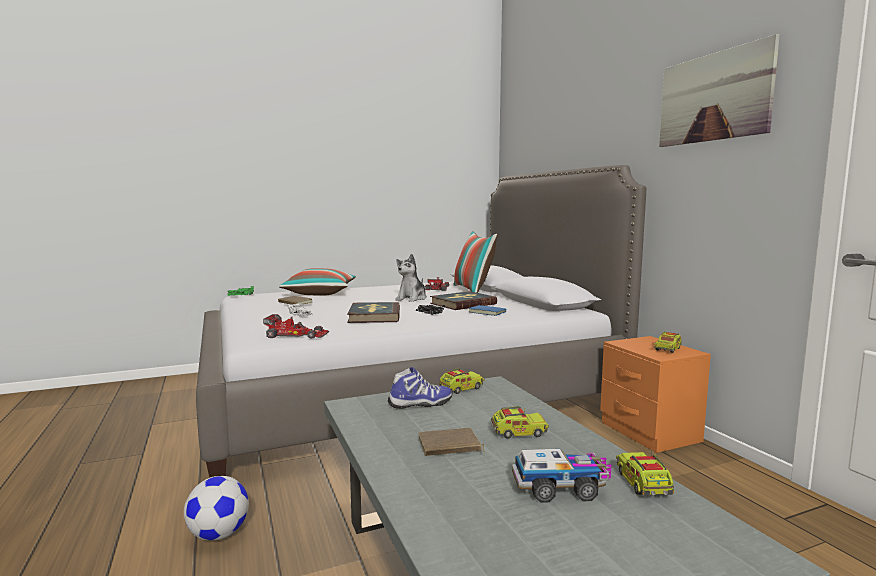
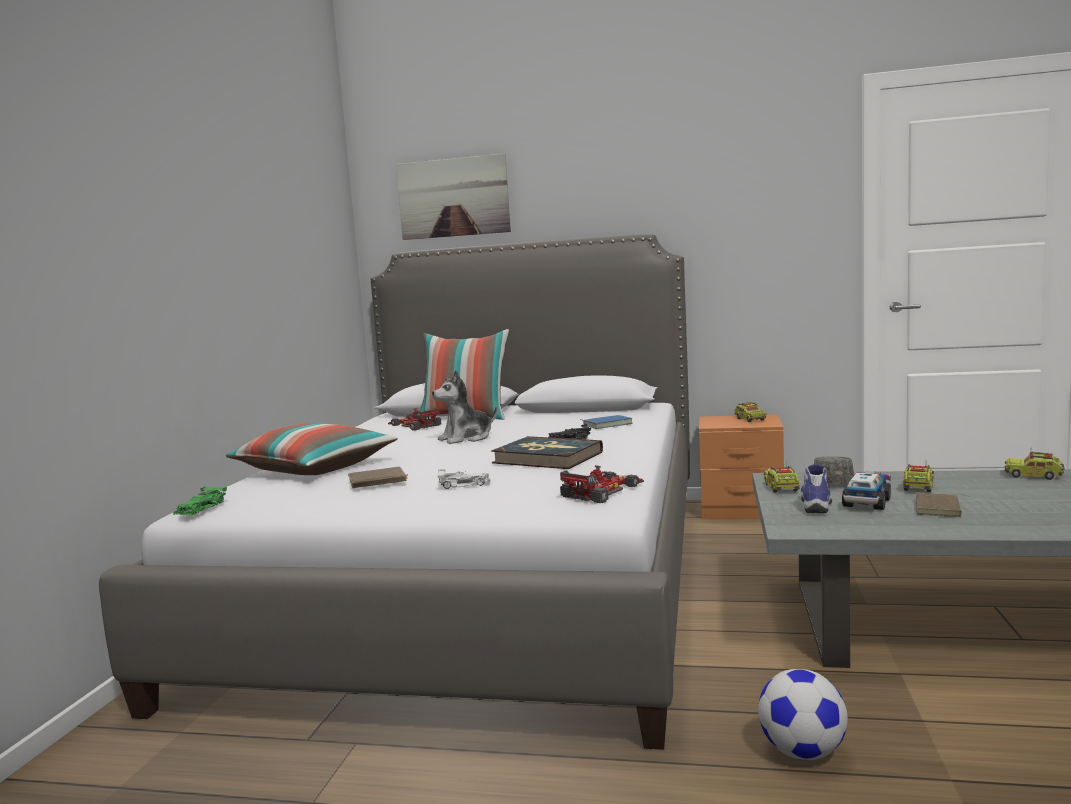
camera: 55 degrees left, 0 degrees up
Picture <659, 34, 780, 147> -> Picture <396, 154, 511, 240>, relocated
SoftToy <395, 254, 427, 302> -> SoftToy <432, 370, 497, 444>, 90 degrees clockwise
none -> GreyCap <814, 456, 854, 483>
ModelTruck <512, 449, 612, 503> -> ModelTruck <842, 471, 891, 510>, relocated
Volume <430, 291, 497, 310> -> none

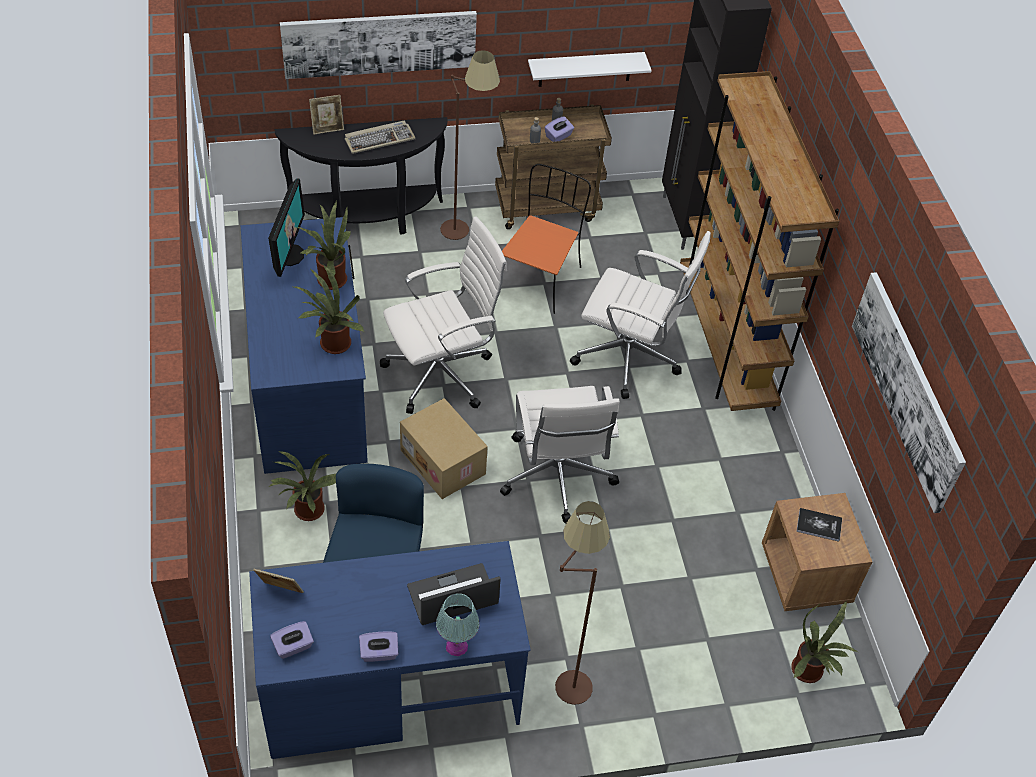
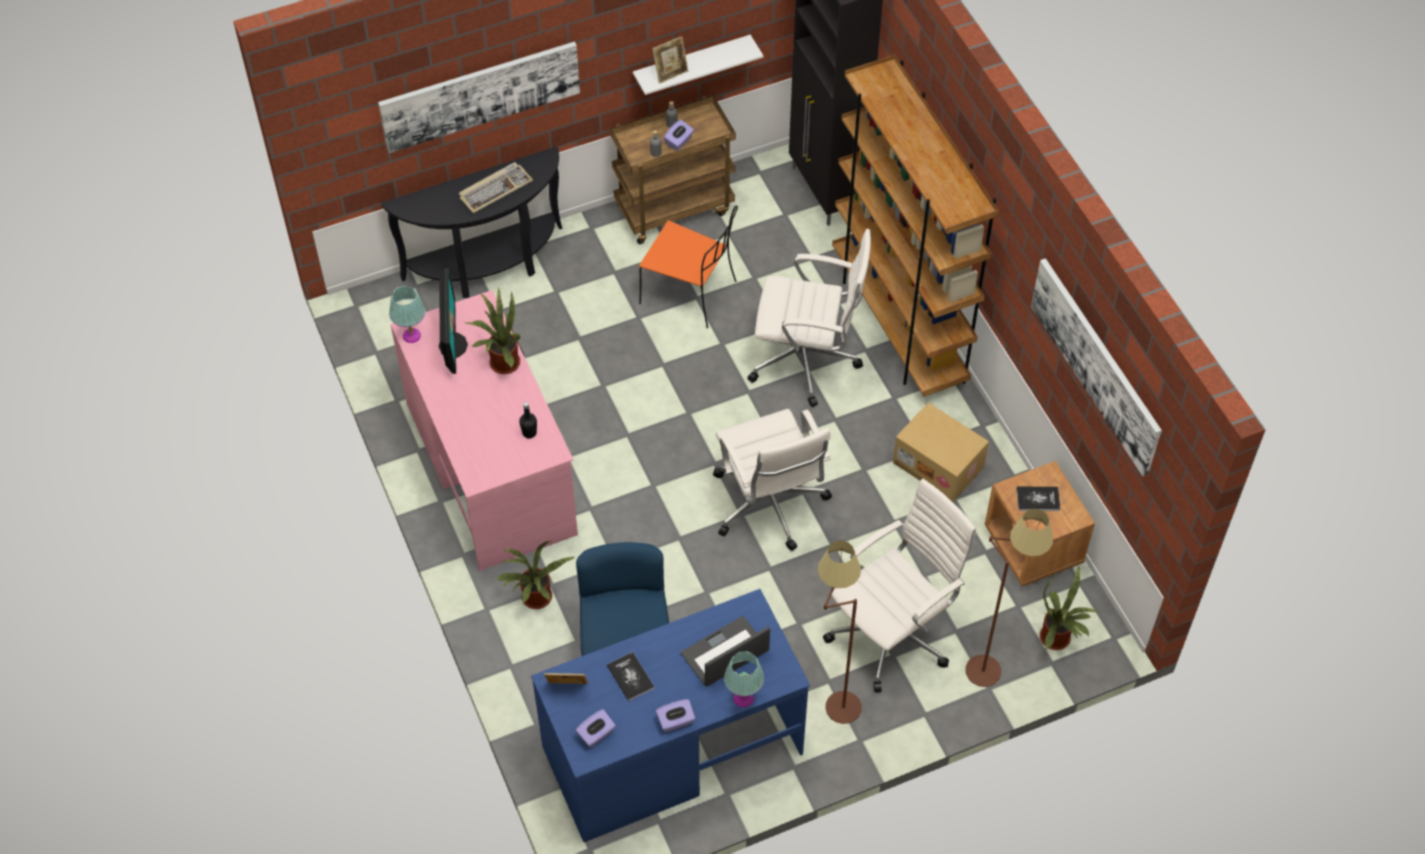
camera: 10 degrees left, 5 degrees up
none -> BlueGreenLampForATable <389, 286, 425, 343>
BluishDesk <241, 217, 368, 474> -> PinkishDesk <390, 290, 578, 571>
PottedPlant <294, 265, 364, 354> -> BlackishDrinkBottle <519, 402, 537, 439>
none -> Volume <607, 652, 655, 701>
OrangeUprightChair <502, 164, 591, 314> -> OrangeUprightChair <639, 205, 738, 328>, 105 degrees clockwise
StandingFrame <309, 95, 344, 135> -> StandingFrame <652, 36, 688, 84>, relocated
WhitishOfficeChair <380, 216, 507, 414> -> WhitishOfficeChair <823, 479, 976, 693>, relocated
CardboardBox <400, 398, 488, 499> -> CardboardBox <893, 403, 989, 502>, relocated
BrownColouredFloorLamp <440, 50, 500, 240> -> BrownColouredFloorLamp <965, 509, 1053, 687>, relocated

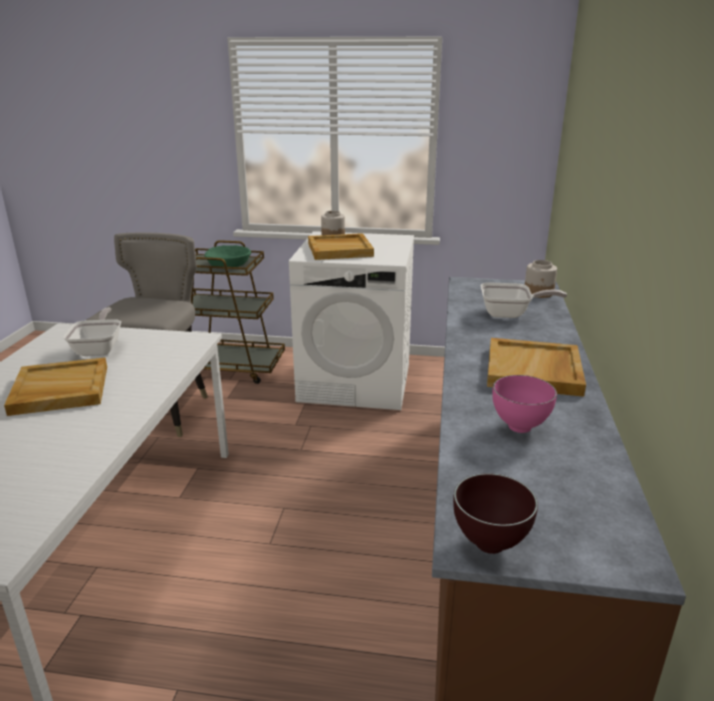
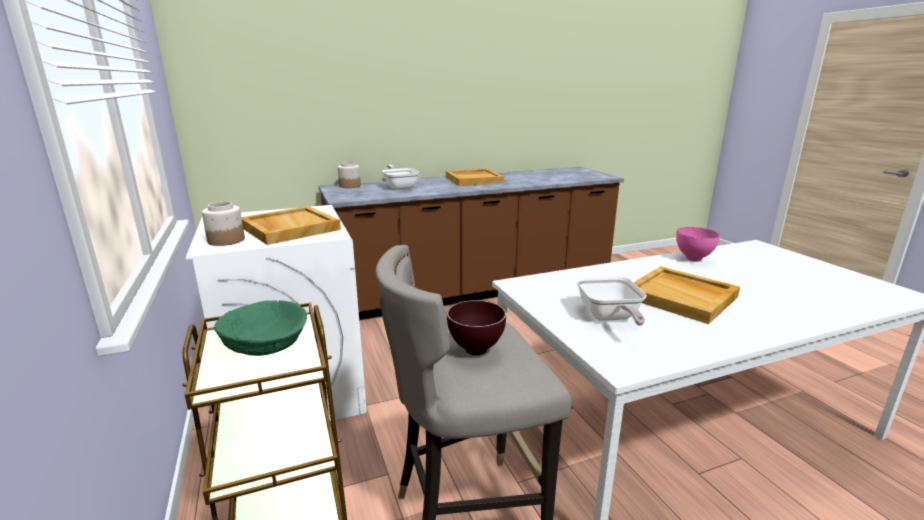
camera: 120 degrees left, 5 degrees down
BrownColouredDeepDish <453, 473, 538, 554> -> BrownColouredDeepDish <447, 300, 506, 355>, relocated
FryingPan <63, 308, 121, 356> -> FryingPan <576, 276, 647, 326>, 60 degrees counterclockwise
PinkishDeepDish <492, 375, 557, 433> -> PinkishDeepDish <676, 227, 720, 262>, relocated

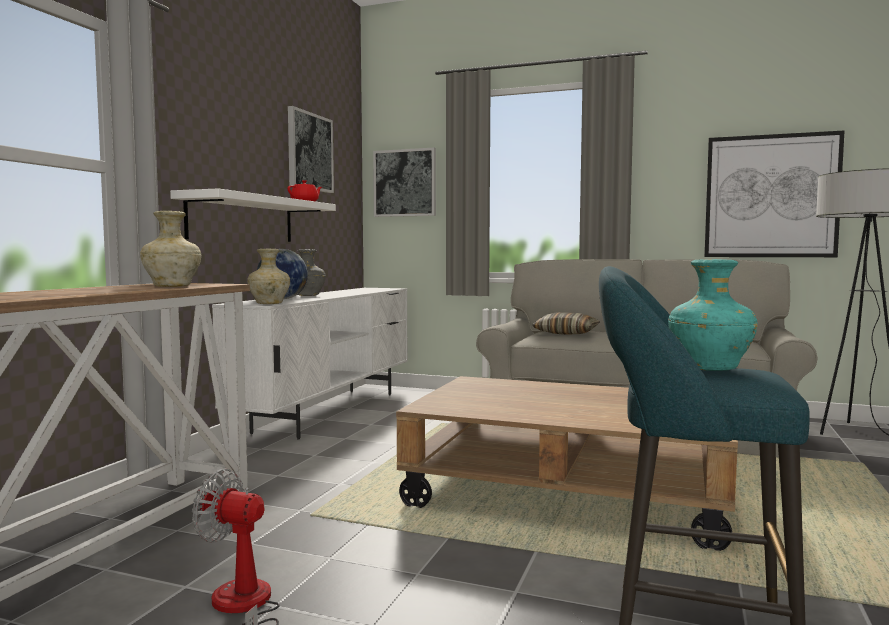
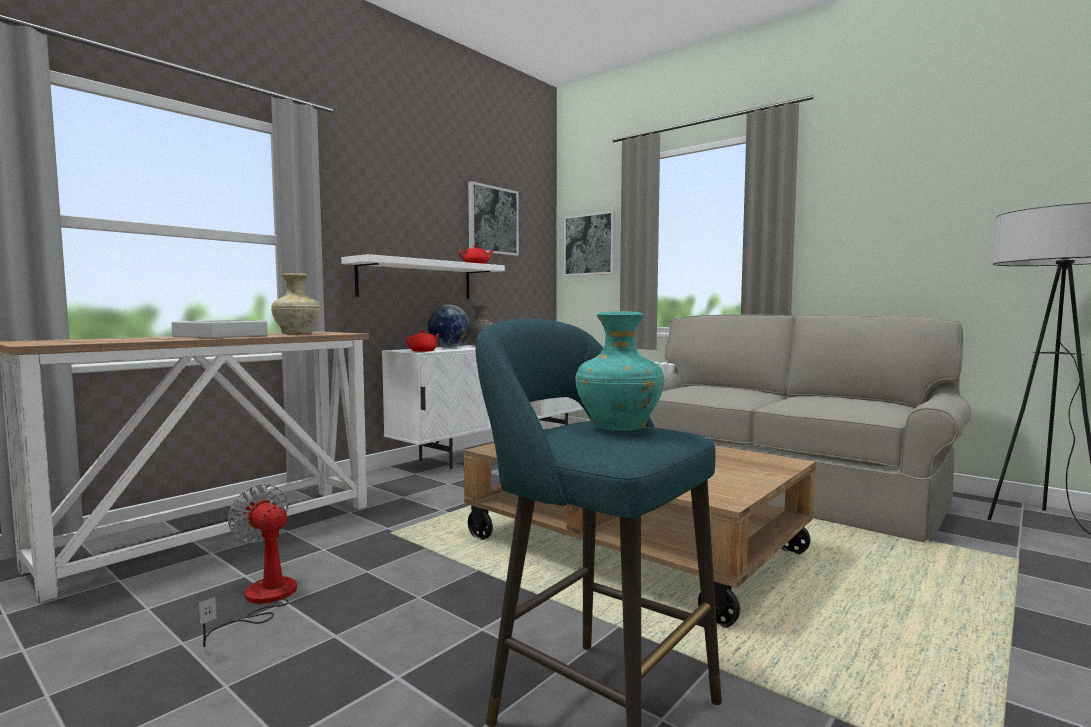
camera: 20 degrees right, 0 degrees up
none -> GreyServingTray <171, 320, 268, 338>
SandColouredVase <247, 249, 290, 304> -> ReddishPotForTea <406, 330, 440, 352>
Cushion <532, 312, 600, 335> -> none
Picture <704, 131, 844, 257> -> none

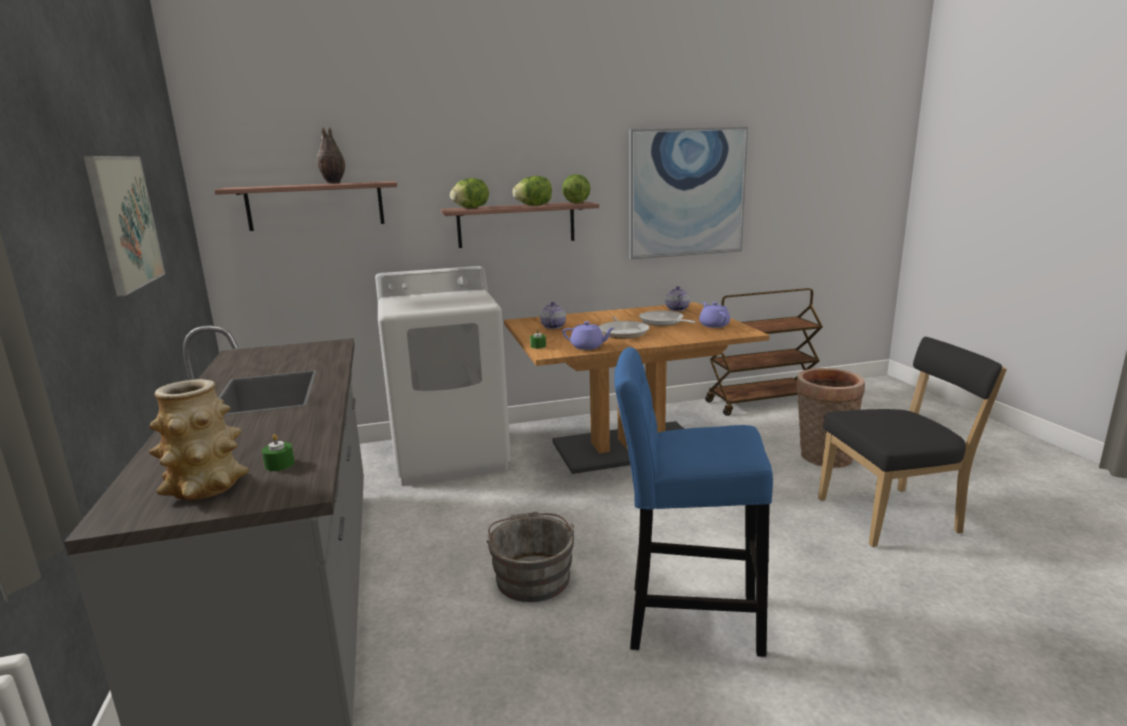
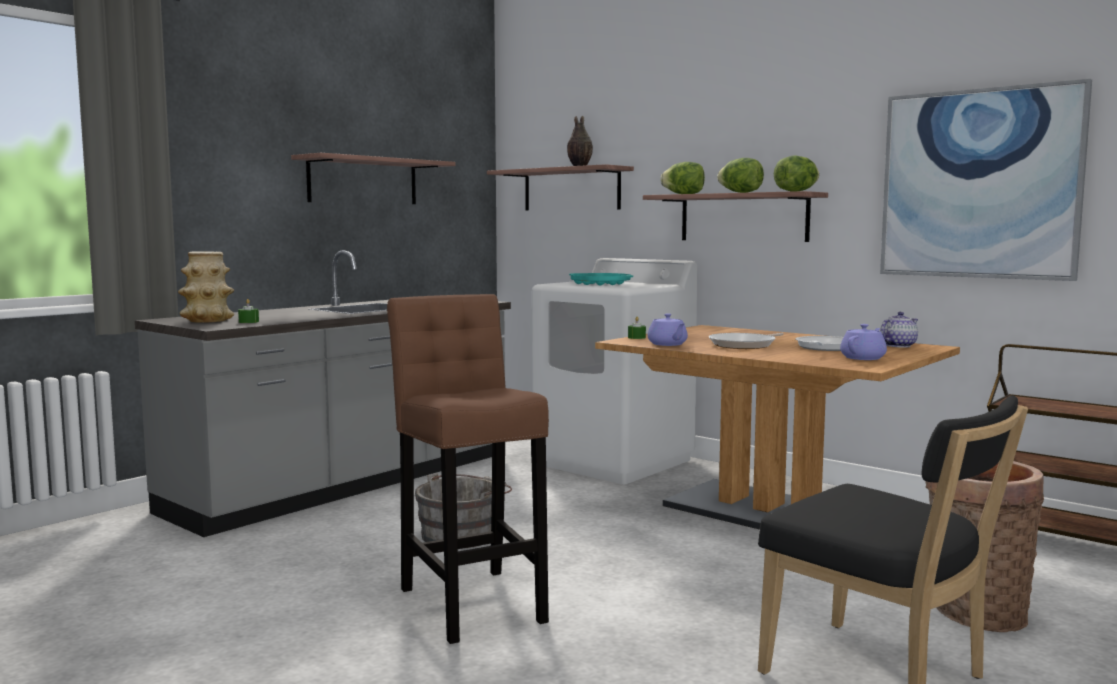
camera: 55 degrees right, 10 degrees down
Picture <83, 156, 165, 296> -> BracketShelf <291, 153, 456, 204>
BluishSittingStool <614, 347, 773, 657> -> BrownColouredSittingStool <387, 294, 549, 644>
none -> BlueGreenServingTray <569, 273, 633, 286>
PotForTea <540, 302, 566, 329> -> none

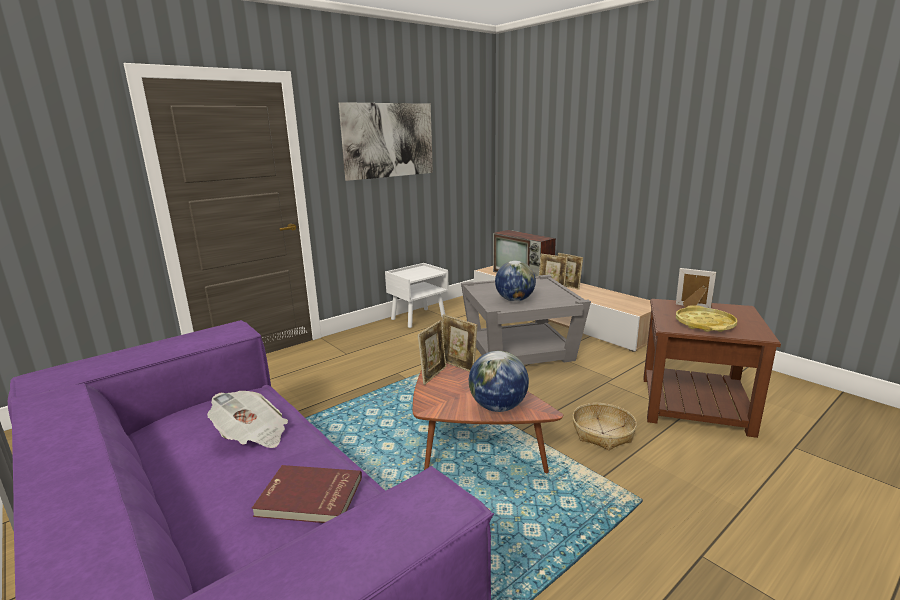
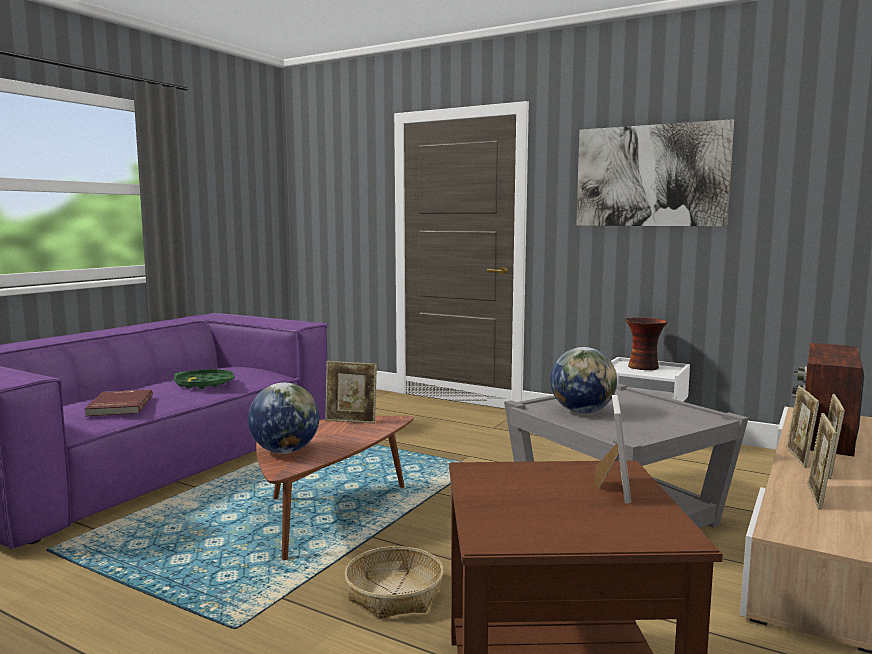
camera: 70 degrees right, 10 degrees down
DailyPaper <207, 391, 288, 448> -> GreenServingTray <174, 369, 235, 389>
none -> Vase <626, 317, 668, 370>
StandingFrame <442, 314, 477, 372> -> StandingFrame <807, 413, 837, 510>, relocated
YellowishServingTray <676, 305, 737, 332> -> none

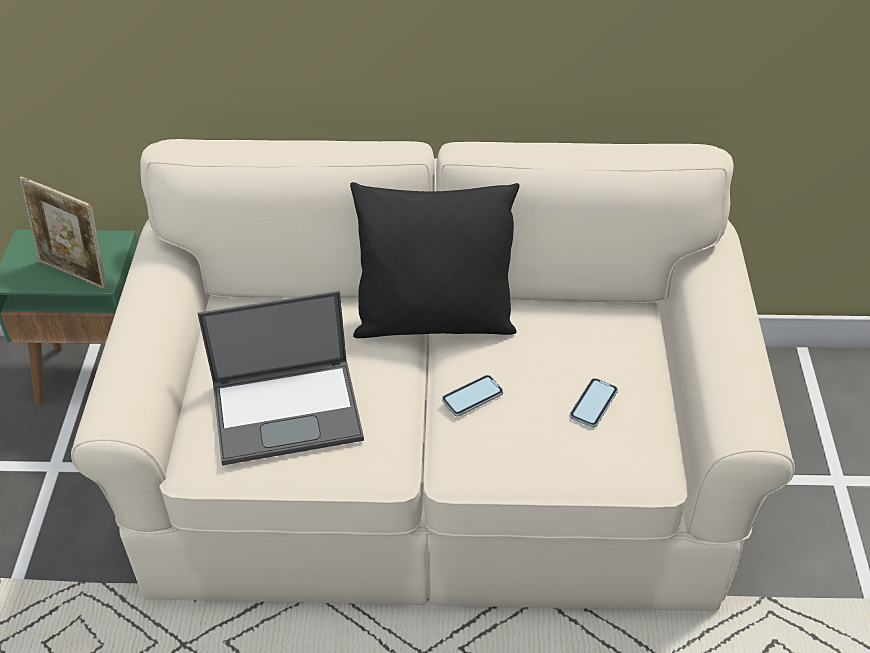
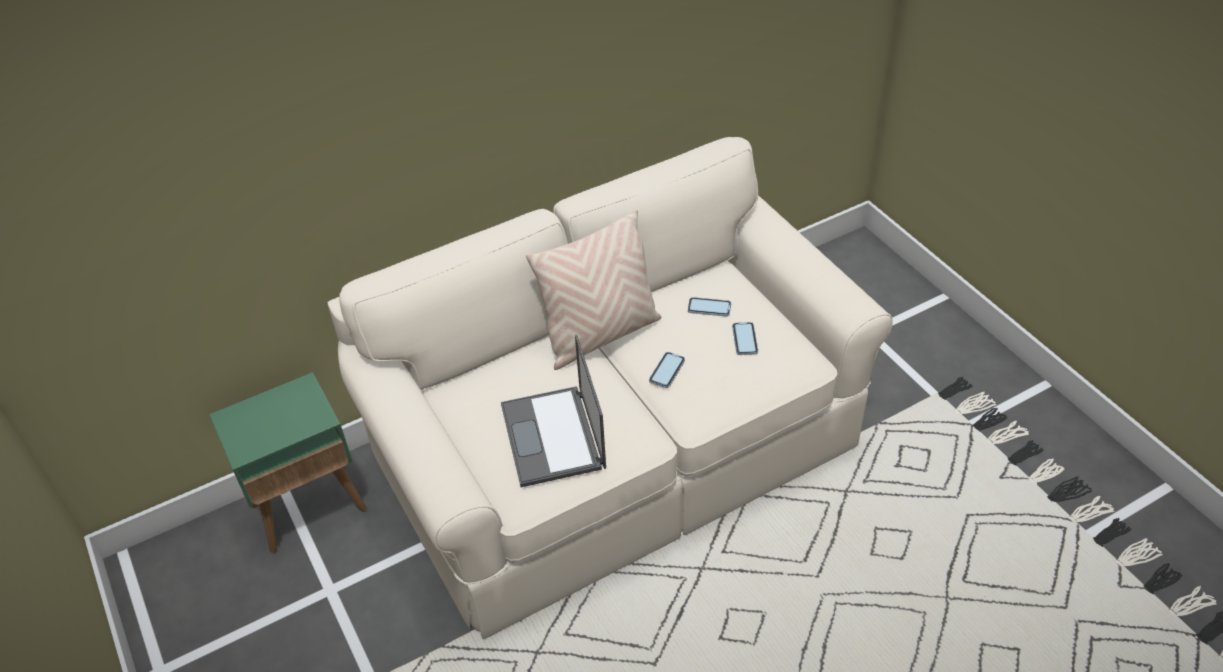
camera: 30 degrees left, 0 degrees up
NotebookComputer <198, 291, 364, 465> -> NotebookComputer <501, 335, 606, 487>, 120 degrees clockwise
BlackishCushion <350, 182, 520, 338> -> SandColouredCushion <526, 210, 661, 370>
none -> Telephone <688, 297, 731, 317>
StandingFrame <19, 177, 107, 289> -> none

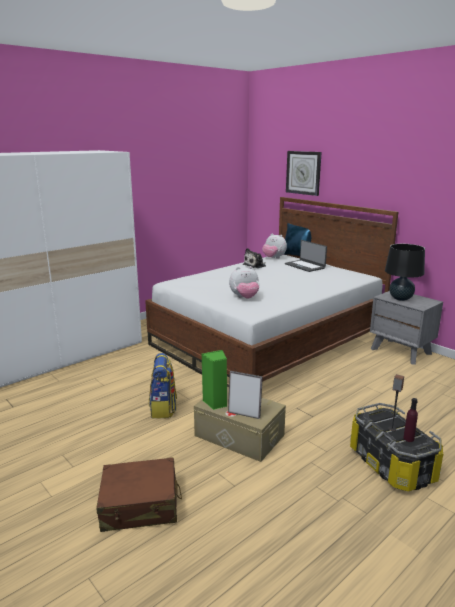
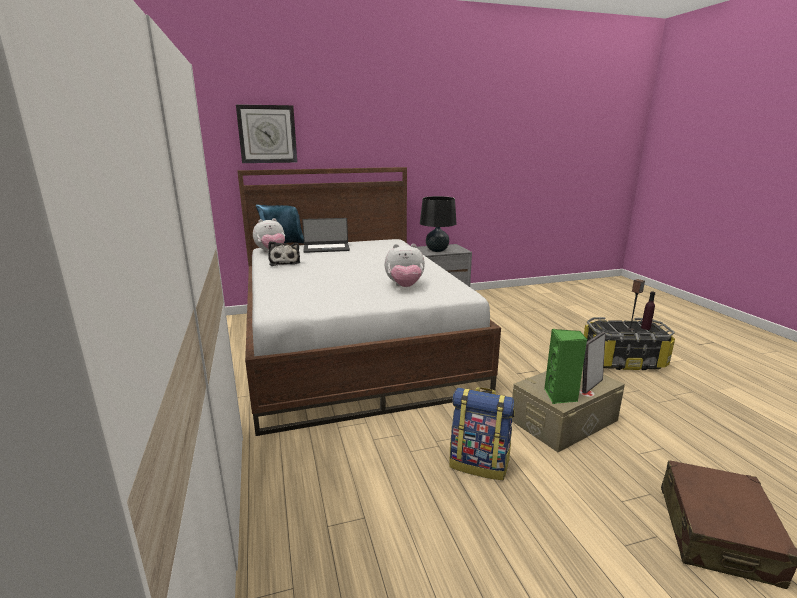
camera: 65 degrees left, 0 degrees up
SoftToy <229, 266, 259, 299> -> SoftToy <384, 244, 425, 287>, 75 degrees clockwise

